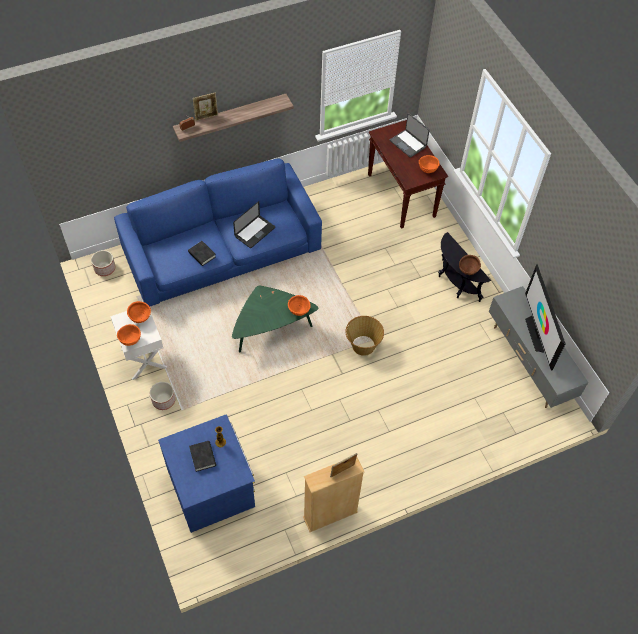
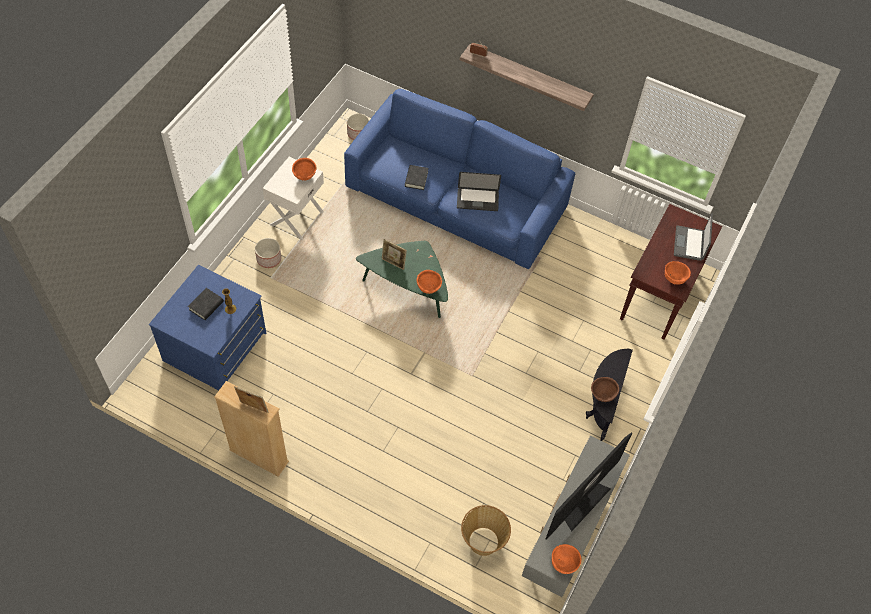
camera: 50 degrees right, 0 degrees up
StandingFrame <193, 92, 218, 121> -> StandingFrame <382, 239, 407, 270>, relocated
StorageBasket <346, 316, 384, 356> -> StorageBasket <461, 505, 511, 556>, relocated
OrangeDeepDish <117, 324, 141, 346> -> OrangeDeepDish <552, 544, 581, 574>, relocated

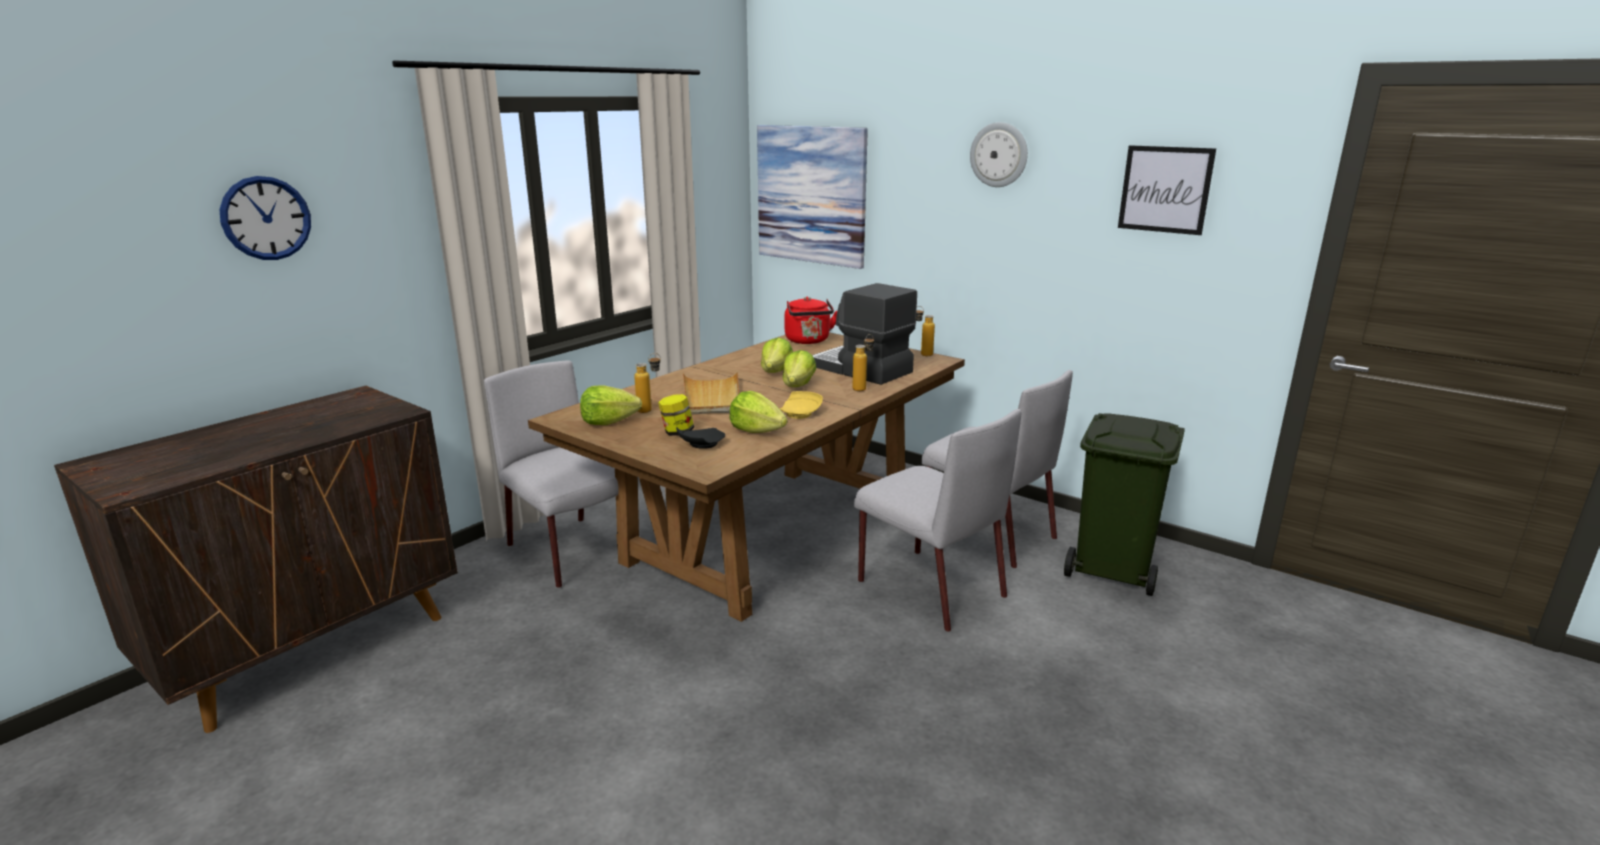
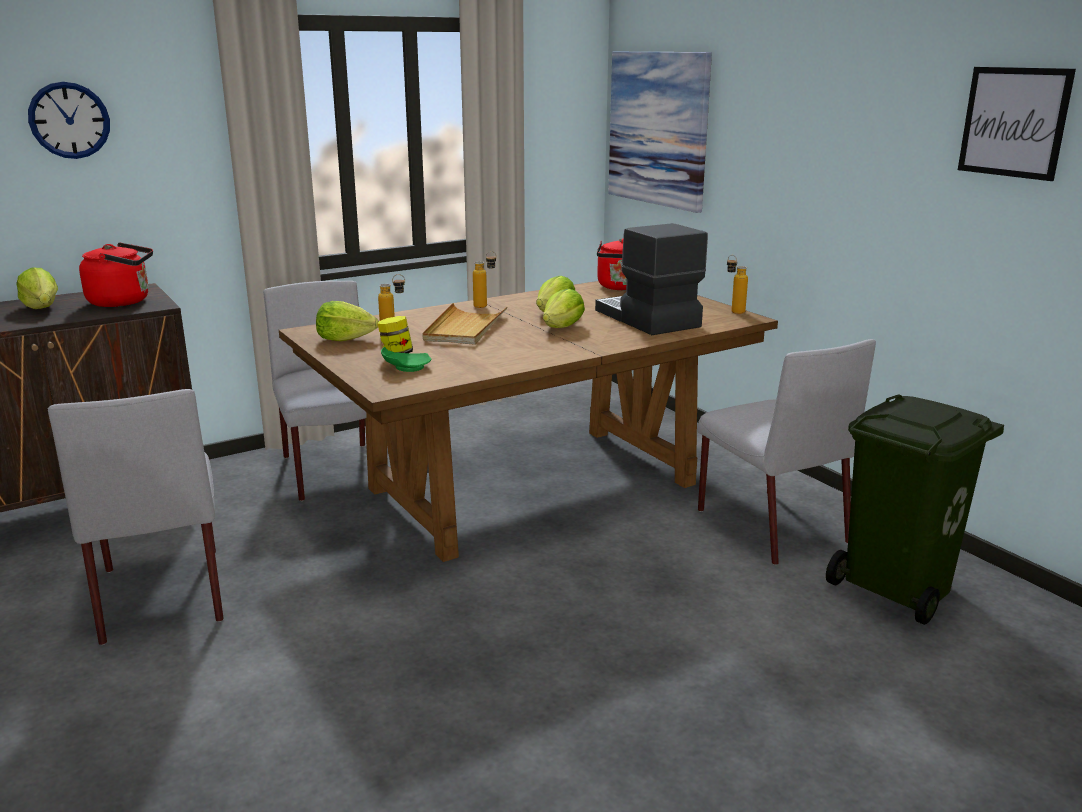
camera: 20 degrees right, 0 degrees up
HeadOfLettuce <729, 391, 787, 433> -> HeadOfLettuce <16, 267, 58, 309>, relocated
GreyUprightChair <854, 409, 1022, 632> -> GreyUprightChair <48, 389, 224, 645>, relocated
none -> ReddishKettle <79, 243, 153, 307>
BlackishFlatDish <676, 427, 725, 449> -> GreenFlatDish <381, 347, 431, 372>
DrinkBottle <853, 334, 874, 391> -> DrinkBottle <473, 251, 497, 308>, relocated
YellowishFlatDish <780, 391, 823, 419> -> none
HangingClock <970, 122, 1028, 187> -> none

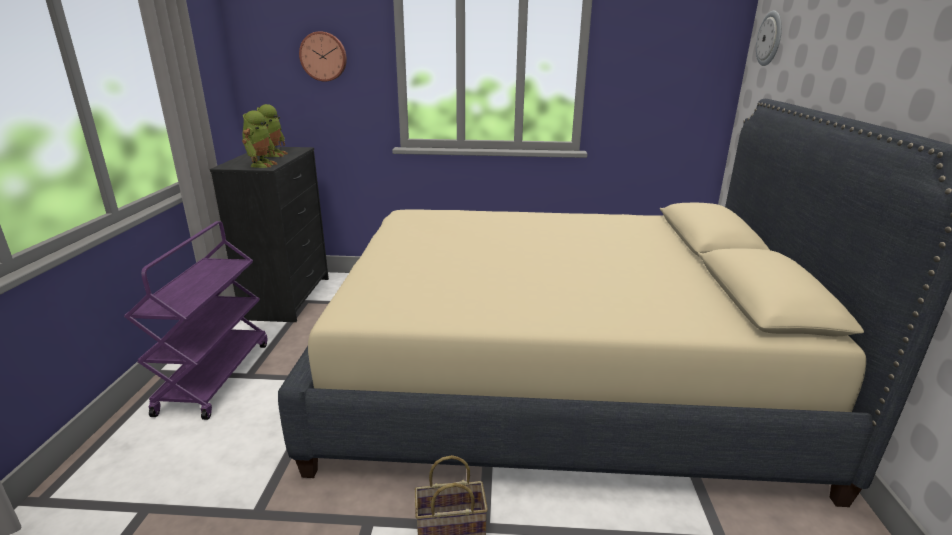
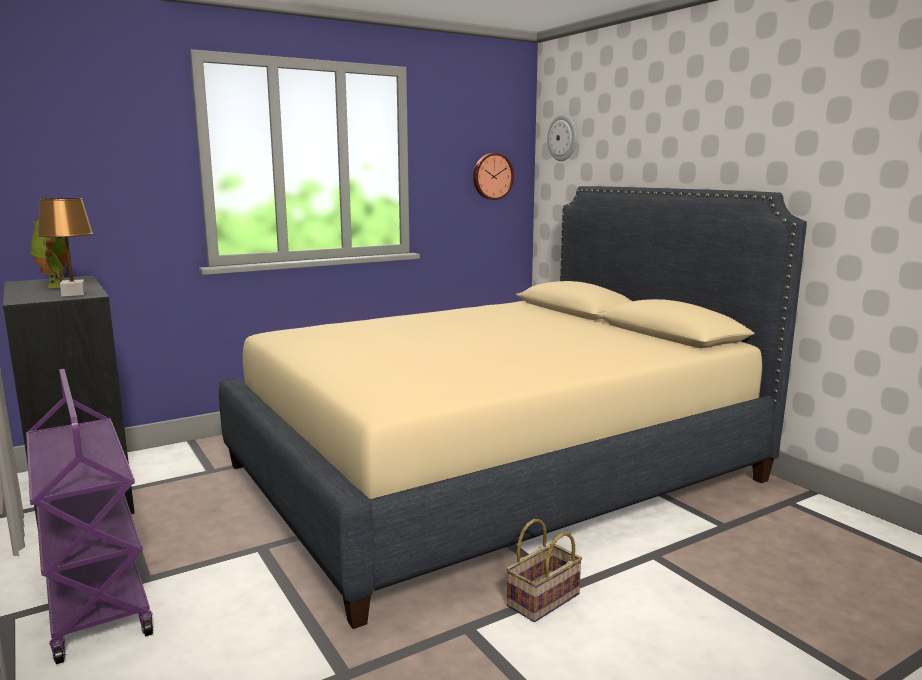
camera: 35 degrees left, 10 degrees down
ToyRobot <242, 110, 277, 168> -> BrownColouredLampForATable <37, 198, 93, 297>
HangingClock <299, 31, 347, 82> -> HangingClock <473, 153, 514, 200>, relocated

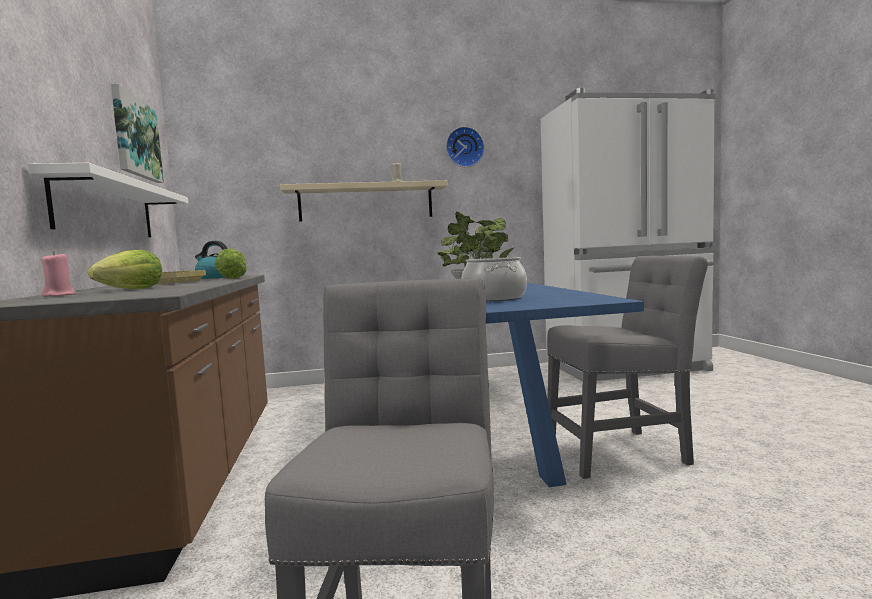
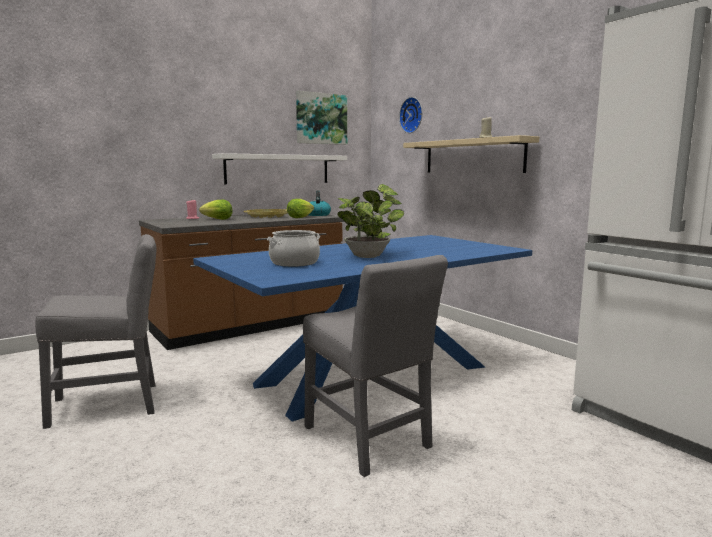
camera: 65 degrees right, 5 degrees up
HangingClock <446, 126, 484, 167> -> HangingClock <399, 97, 422, 133>, relocated

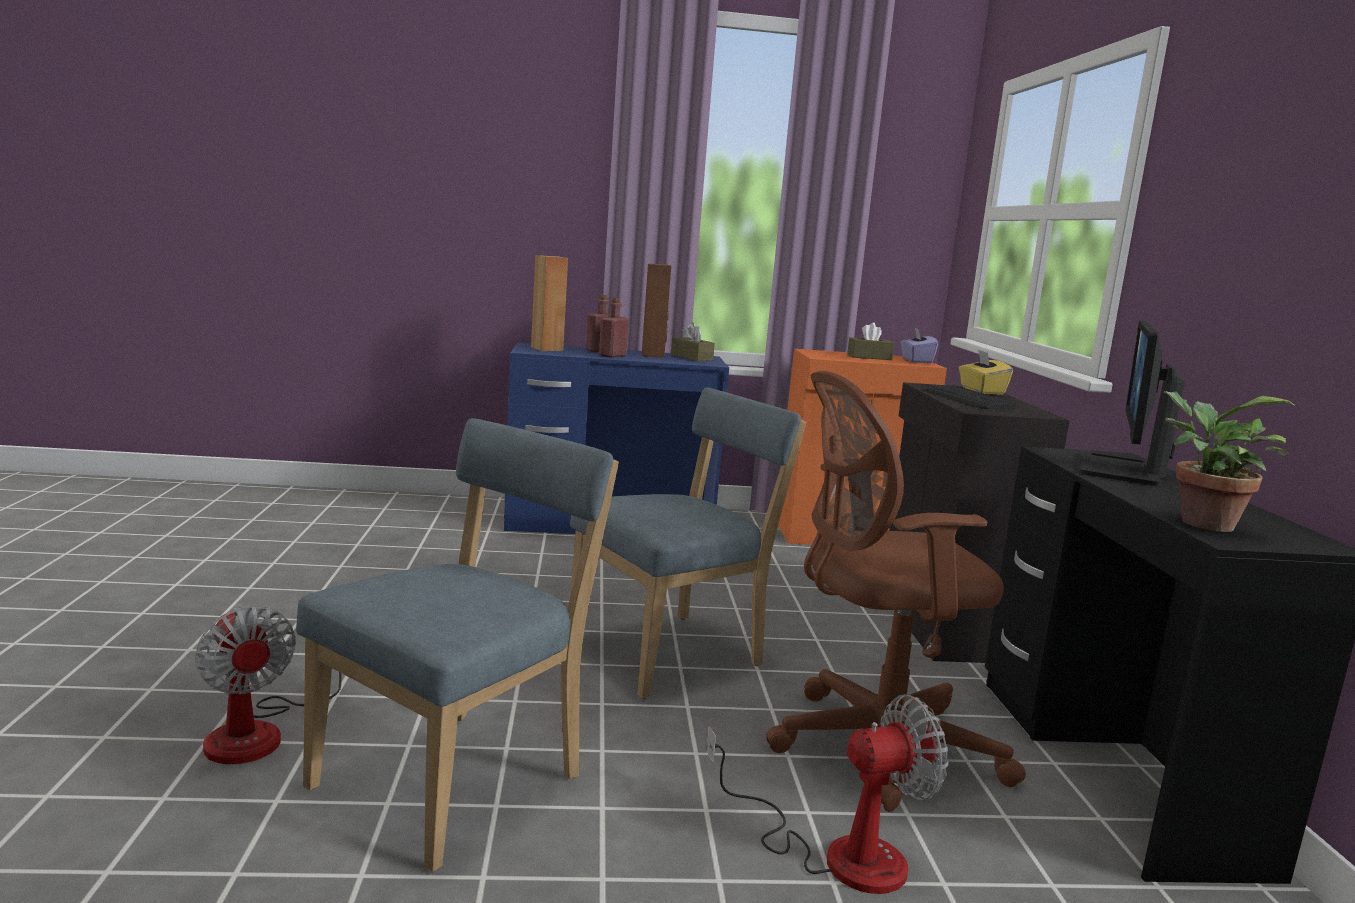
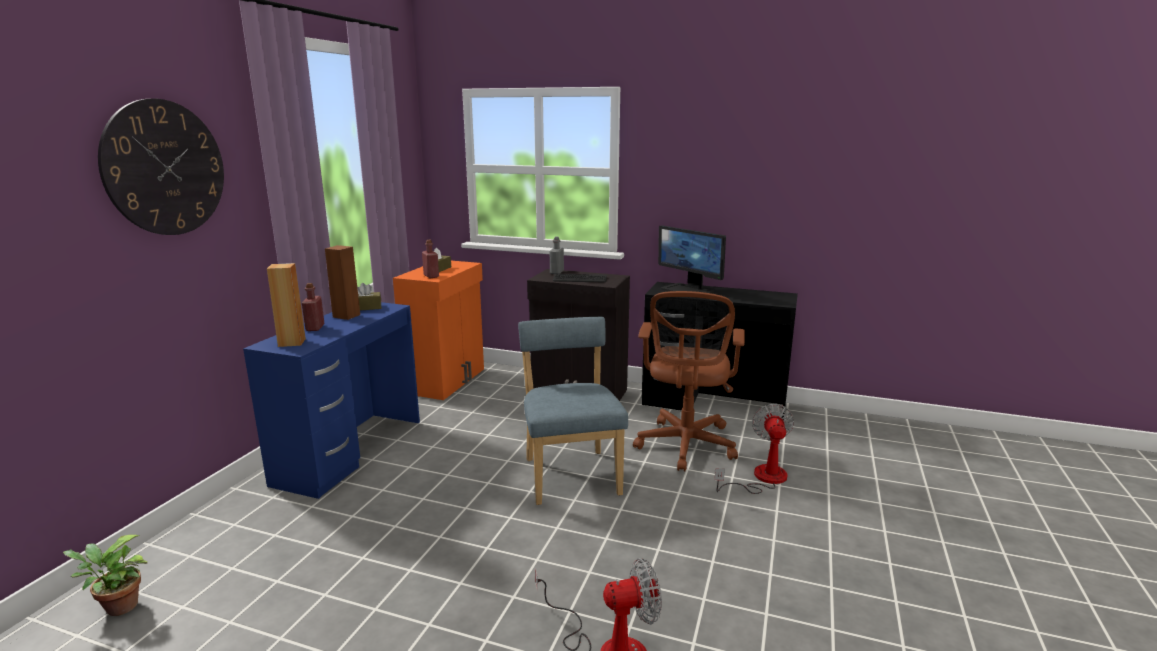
camera: 65 degrees left, 5 degrees up
PottedPlant <1163, 391, 1294, 532> -> PottedPlant <63, 535, 148, 616>, relocated
none -> HangingClock <98, 99, 224, 235>
ReddishDrinkBottle <599, 298, 629, 358> -> ReddishDrinkBottle <422, 240, 439, 278>, relocated
YellowishTissueBox <959, 350, 1013, 395> -> GreyDrinkBottle <550, 236, 564, 274>
BluishUprightChair <296, 418, 619, 872> -> none
PurpleColouredTissueBox <901, 328, 938, 364> -> none

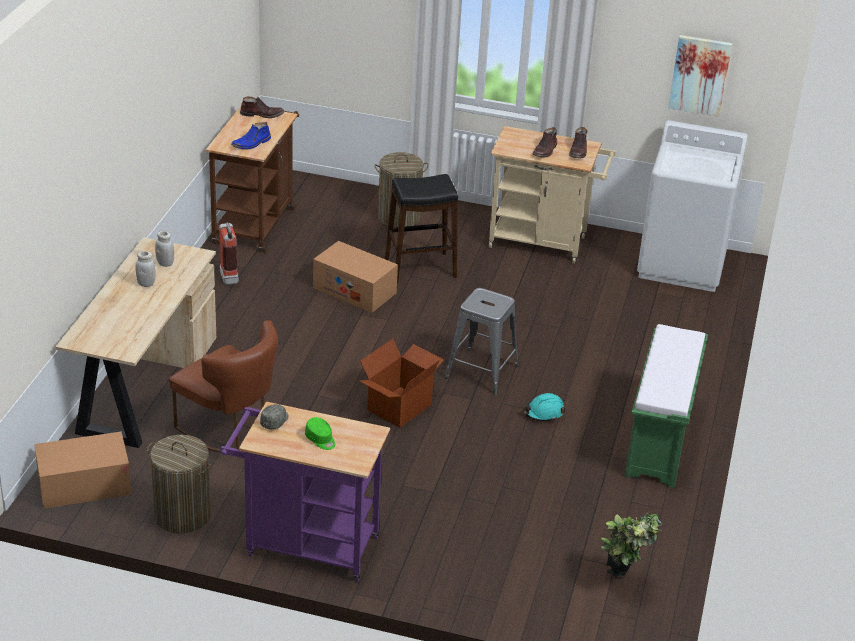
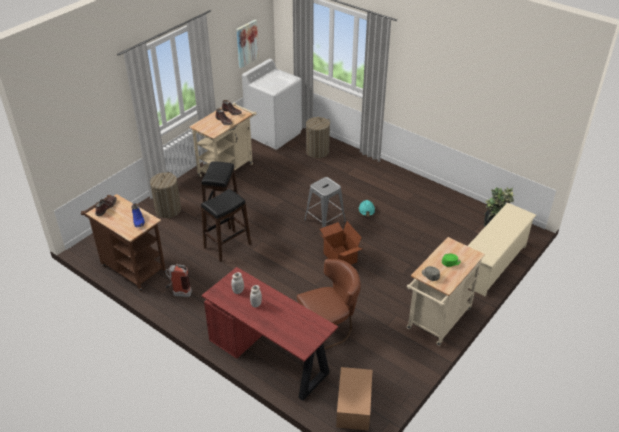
camera: 65 degrees left, 5 degrees up
CardboardBox <313, 241, 398, 313> -> BlackishSittingStool <201, 189, 251, 262>
SandColouredDesk <56, 237, 216, 448> -> ReddishDesk <202, 267, 338, 401>
WashingBasket <147, 435, 211, 534> -> WashingBasket <306, 117, 330, 158>, relocated
PurpleColouredWheeledCart <220, 402, 390, 581> -> SandColouredWheeledCart <406, 237, 485, 346>
none -> SandColouredShoeShelf <468, 202, 536, 297>
GreenIndoorBench <625, 324, 708, 488> -> none

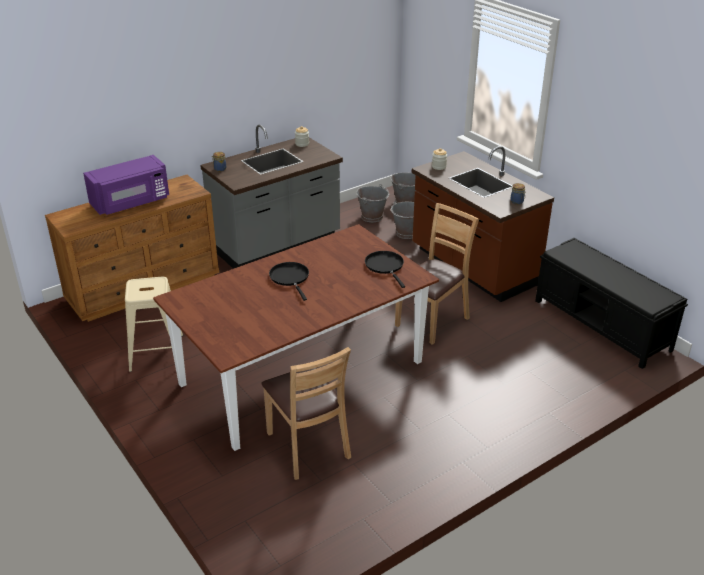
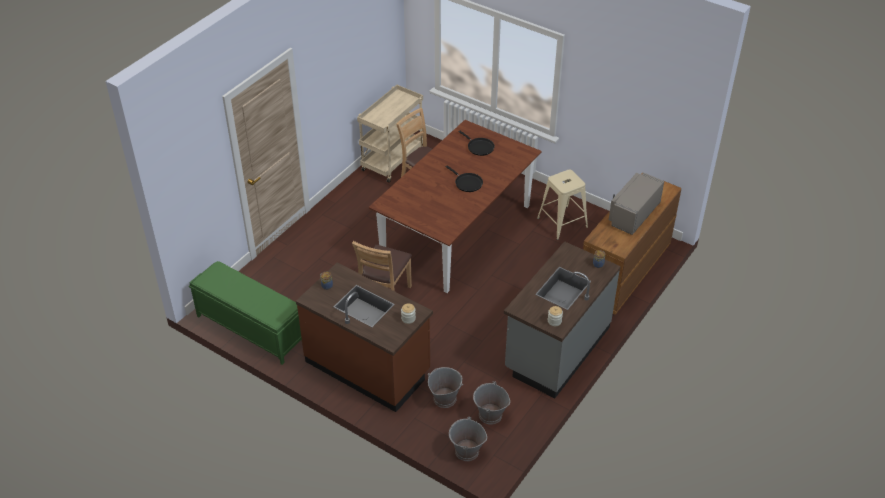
camera: 160 degrees right, 10 degrees up
BlackishIndoorBench <535, 238, 688, 369> -> GreenIndoorBench <189, 261, 302, 365>
none -> SandColouredWheeledCart <357, 85, 423, 183>
BlackishFryingPan <365, 251, 405, 288> -> BlackishFryingPan <459, 131, 495, 156>, relocated
PurpleColouredMicrowave <83, 155, 169, 215> -> GreyMicrowave <609, 172, 664, 235>

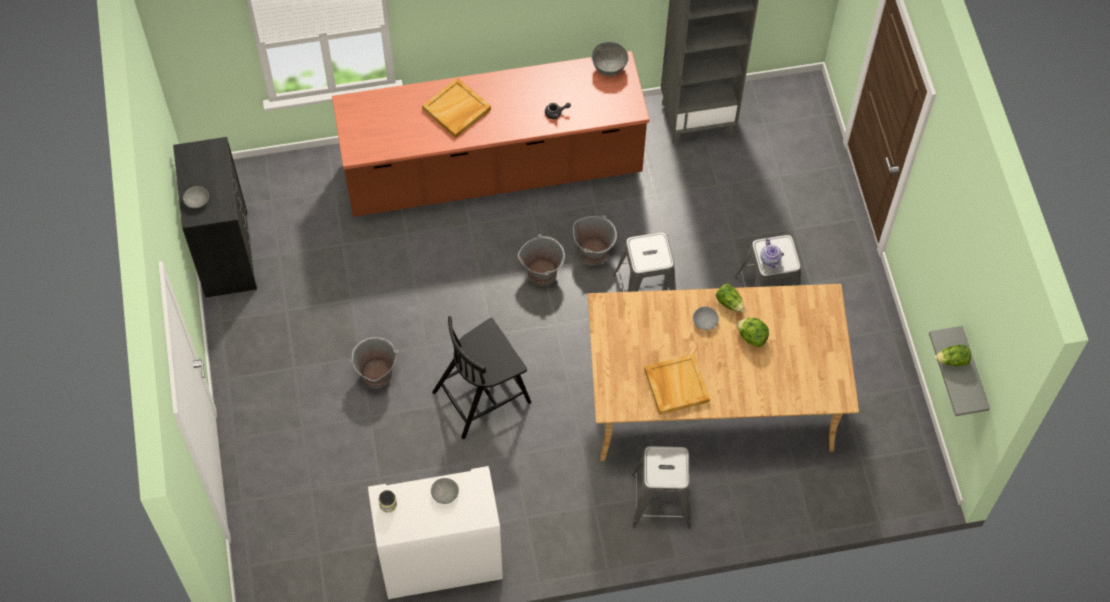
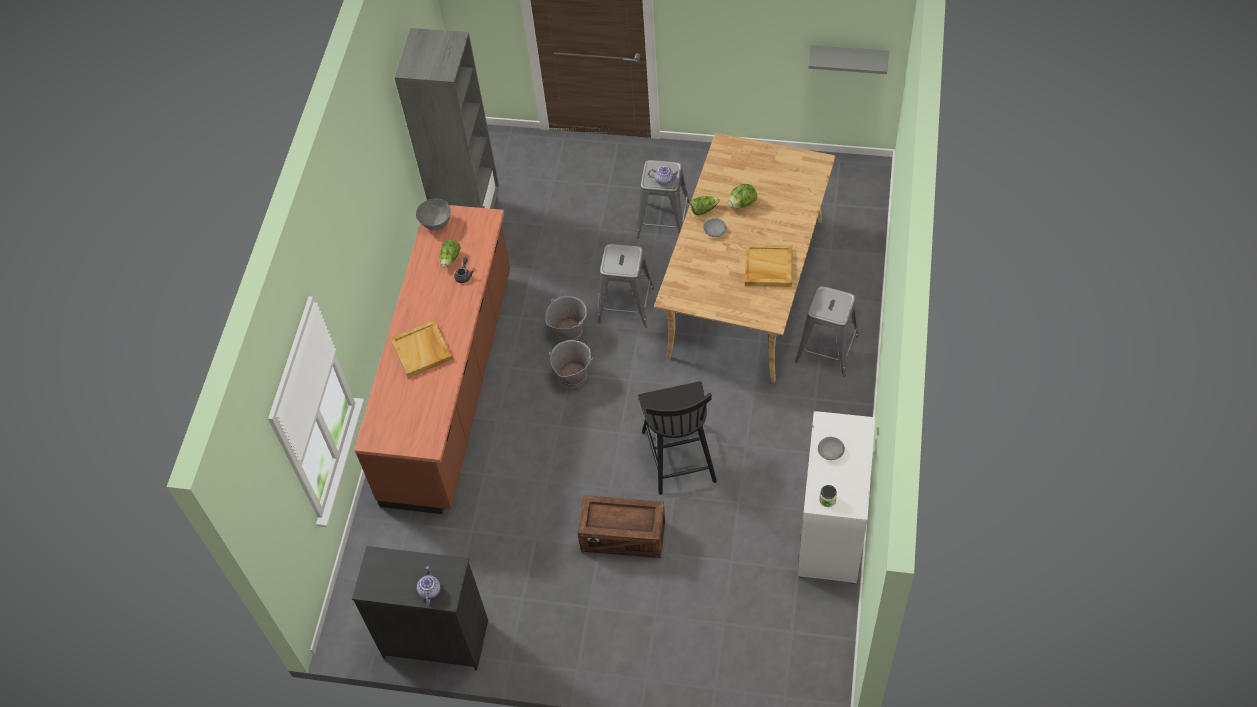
camera: 65 degrees left, 5 degrees down
GreyDeepDish <183, 186, 209, 208> -> PotForTea <417, 566, 440, 605>
HeadOfLettuce <935, 345, 971, 366> -> HeadOfLettuce <440, 240, 461, 268>, relocated
GreyWaterBucket <349, 337, 398, 388> -> ShippingCrate <578, 495, 665, 558>

